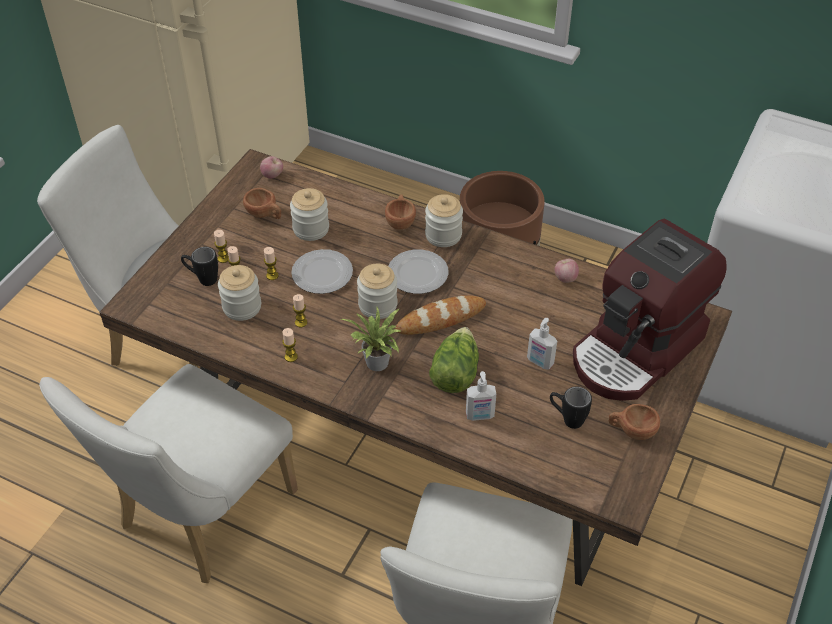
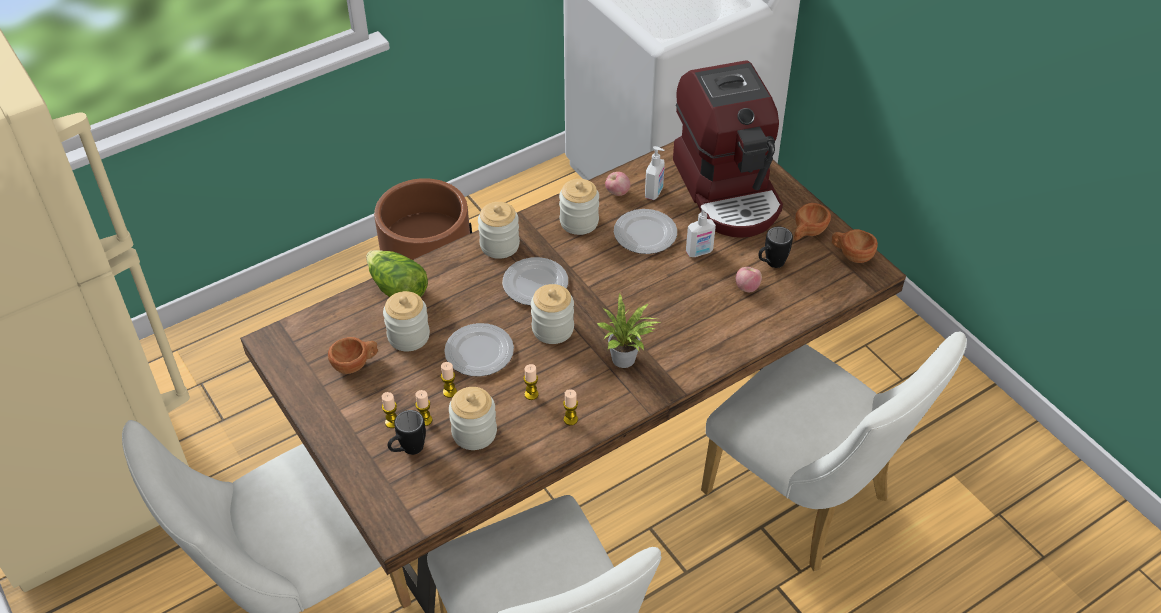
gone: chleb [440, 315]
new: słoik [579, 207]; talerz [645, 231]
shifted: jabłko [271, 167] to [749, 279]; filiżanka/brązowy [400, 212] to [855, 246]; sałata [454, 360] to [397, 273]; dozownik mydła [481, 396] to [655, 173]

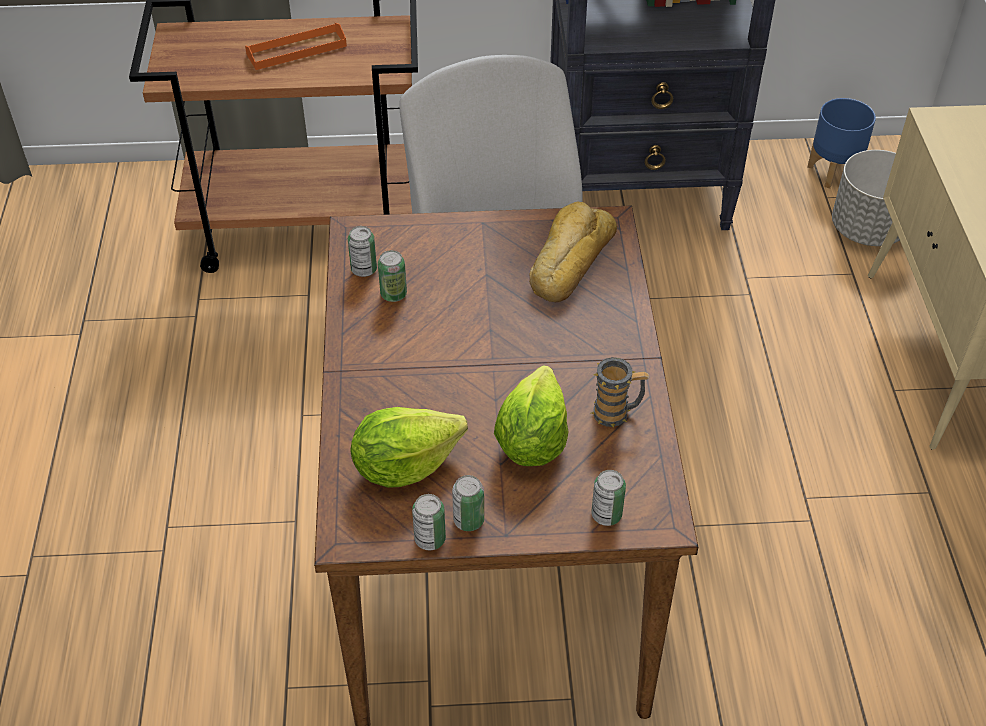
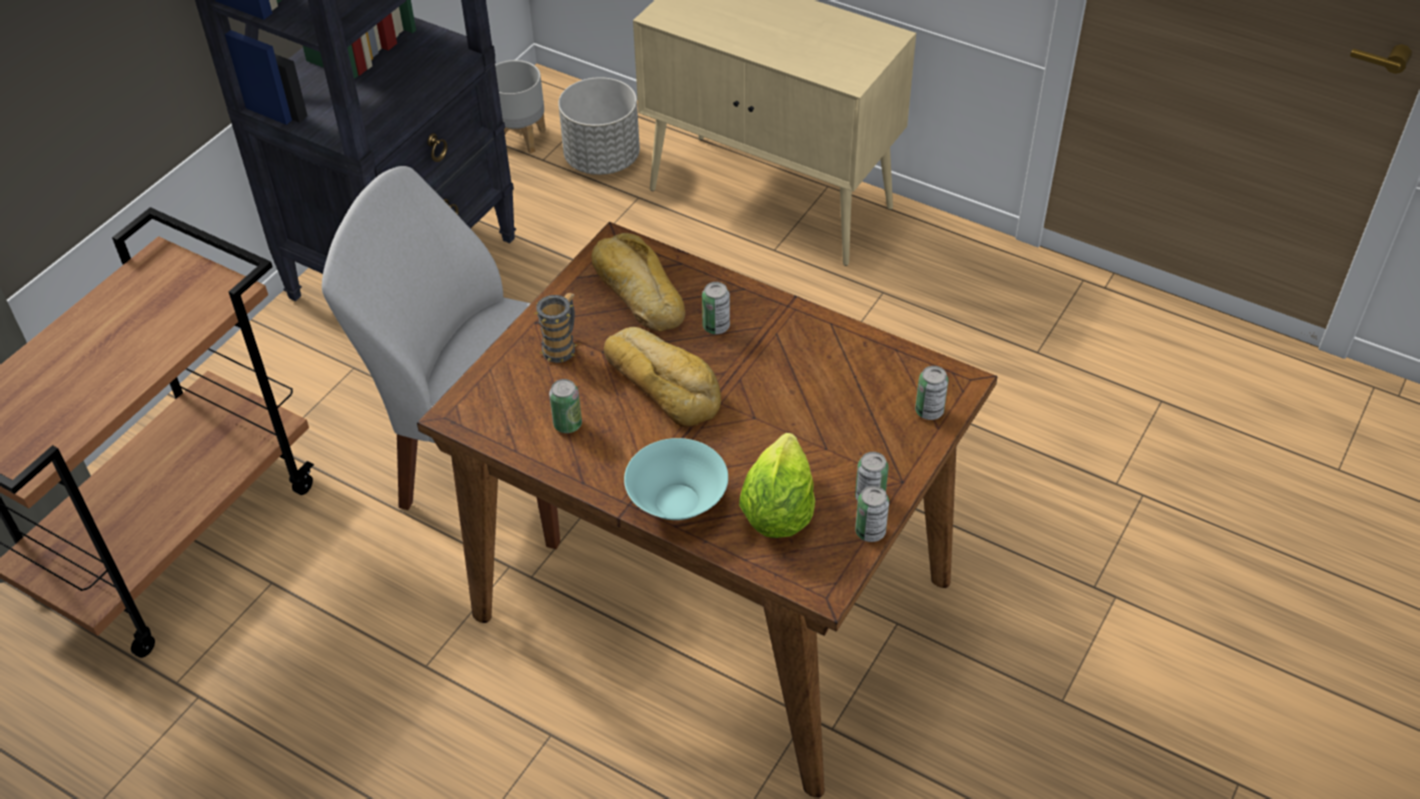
gone: taca/pomarańczowy [296, 46]; sałata [531, 415]
new: chleb [662, 377]; miska/turkusowy [676, 479]
shifted: puszka [362, 251] to [716, 308]; kubek [620, 392] to [555, 328]
repainted: donica/niebieski [842, 143] to donica/szary [520, 107]

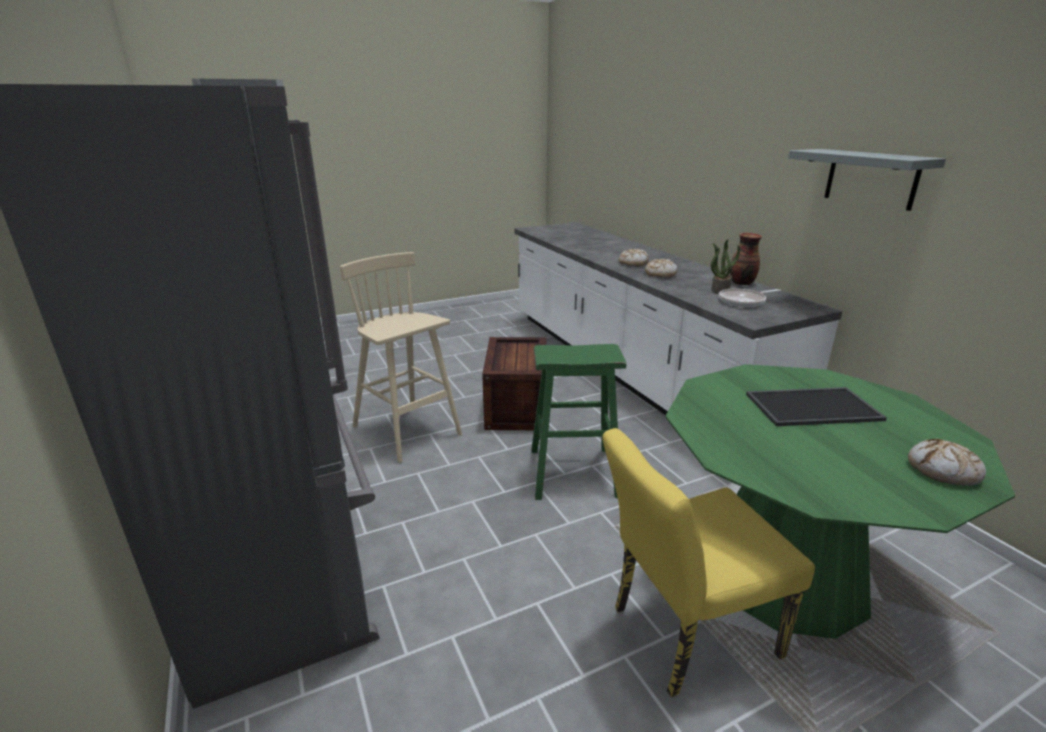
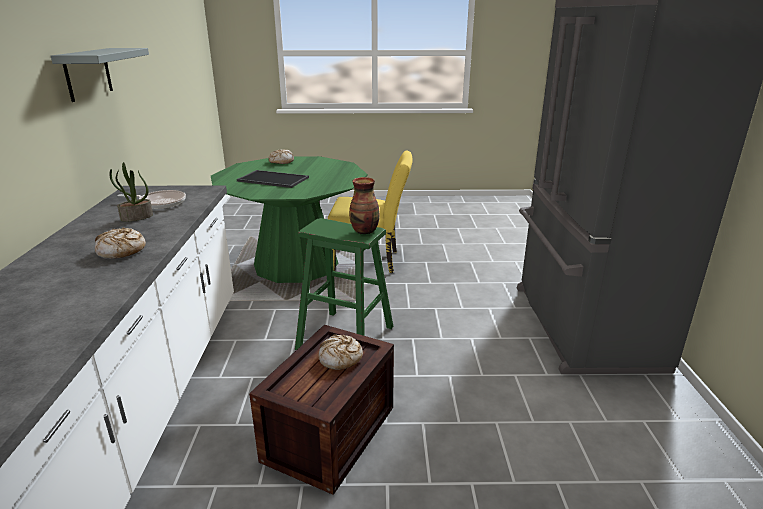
gone: stołek/beżowy [401, 357]
shifted: chleb [634, 257] to [341, 352]; wazon [746, 259] to [364, 205]

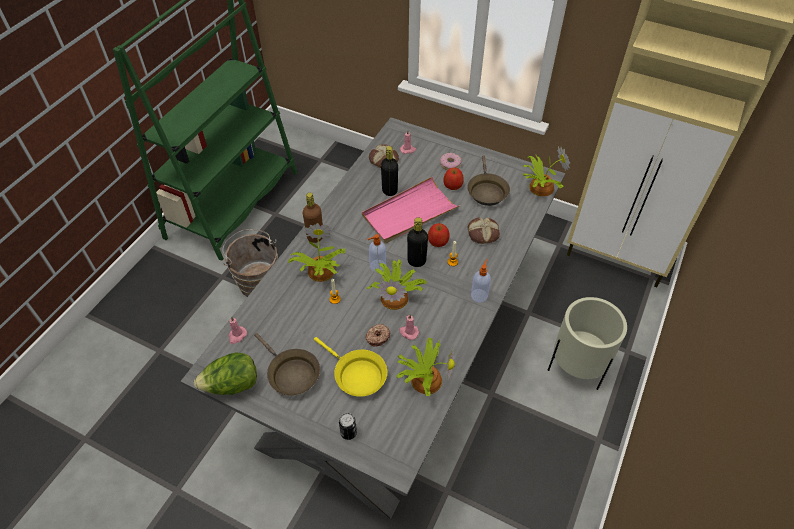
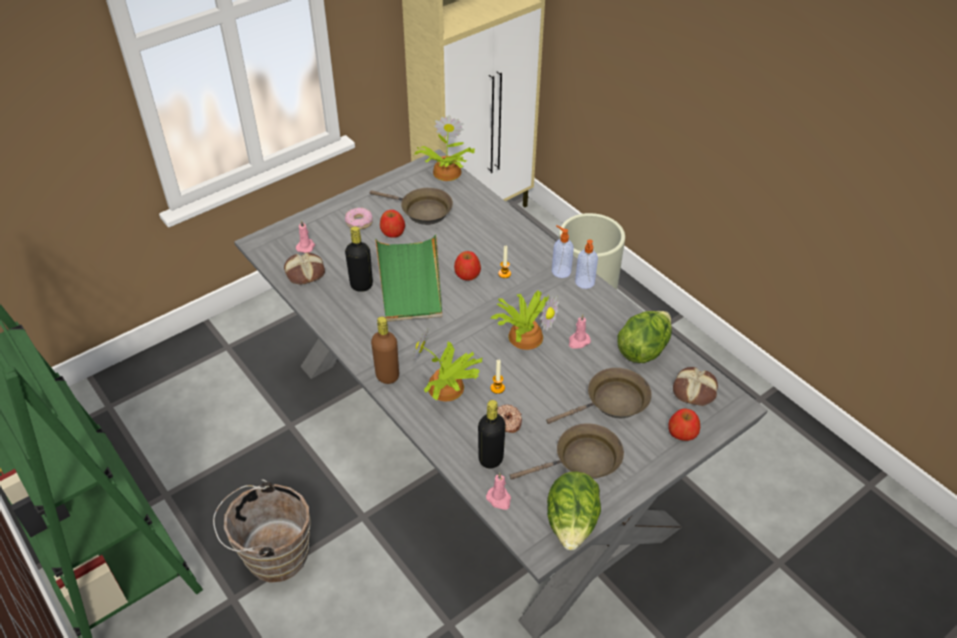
shifted: donut [378, 335] to [509, 419]; dozownik mydła [376, 253] to [586, 264]; butelka/czarny [417, 242] to [492, 434]; chleb [484, 230] to [695, 386]
swapped: puszka [348, 426] to jabłko [684, 424]; roślina doniczkowa [426, 366] to sałata [645, 337]
repainted: patelnia/żółty [350, 367] to patelnia/brązowy [599, 396]; taca/różowy [411, 210] to taca/zielony [408, 278]

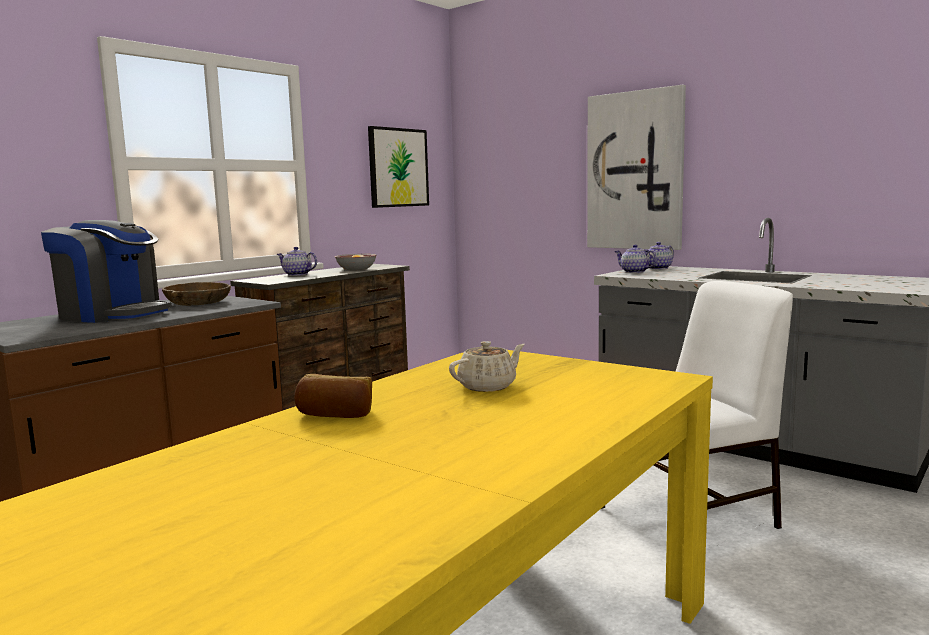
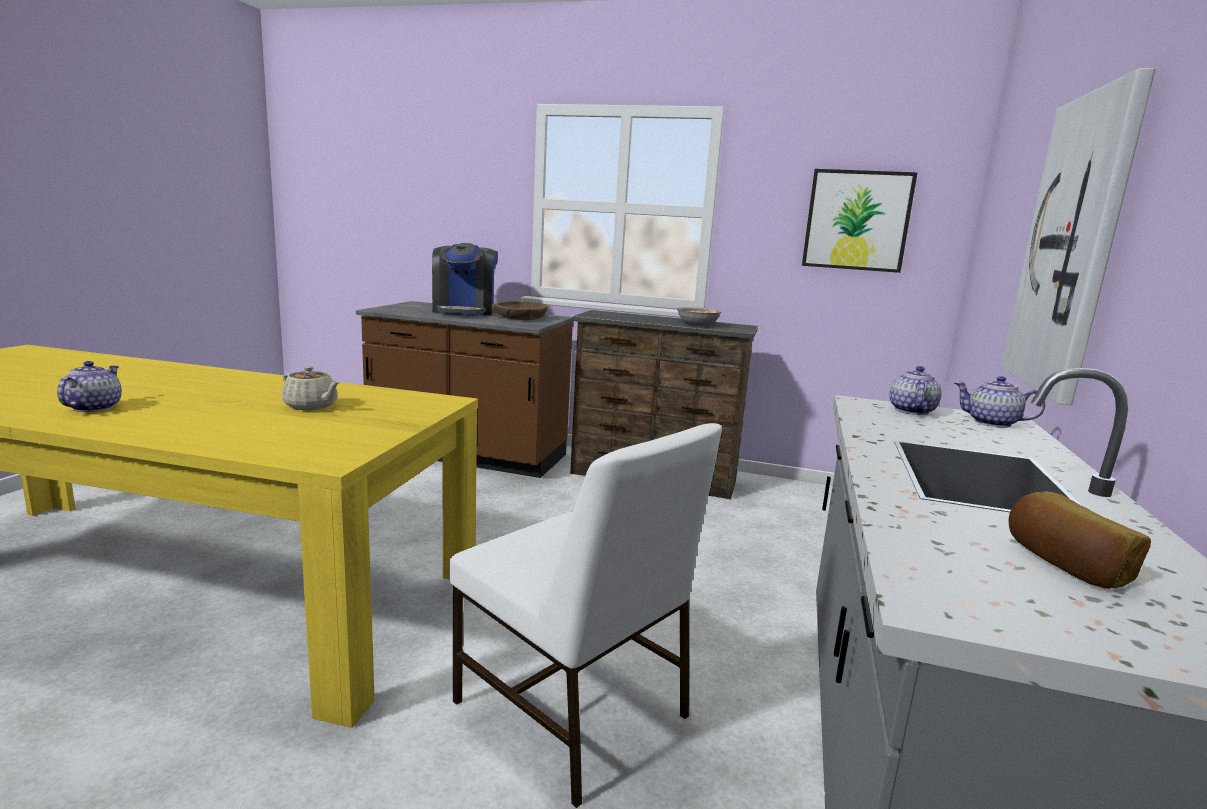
shifted: imbryk [297, 261] to [89, 386]; chleb [333, 396] to [1079, 540]

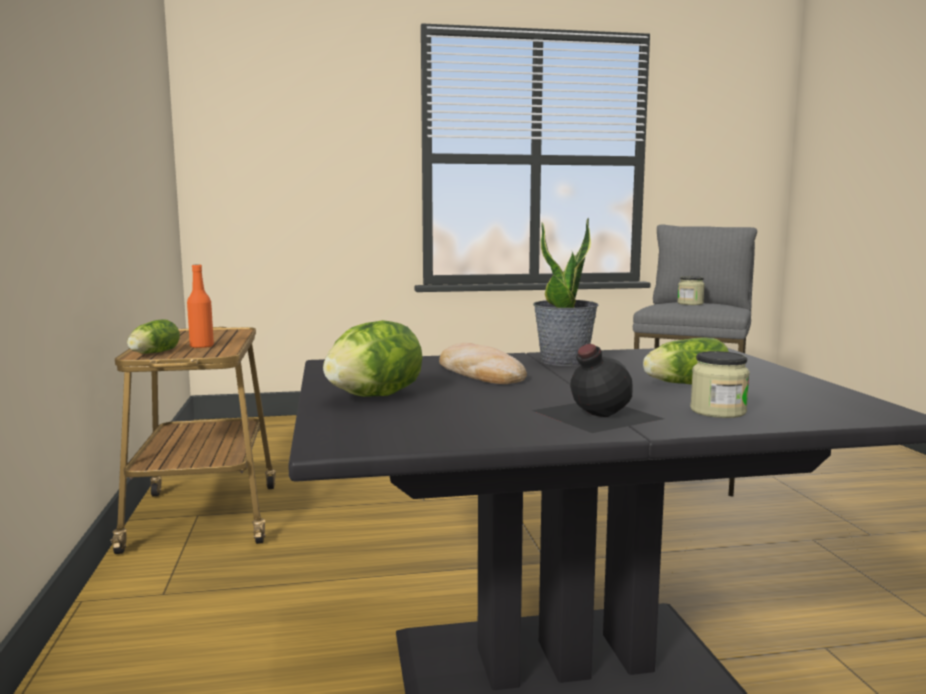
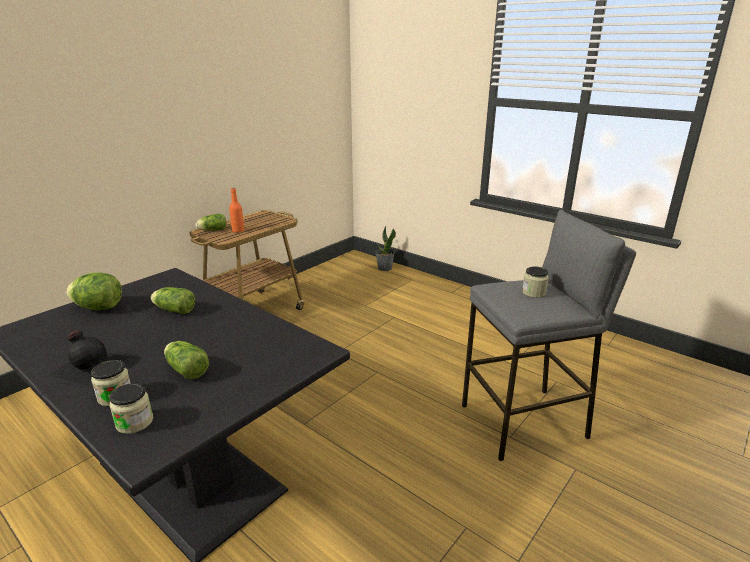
new: słoik [131, 408]
shifted: roślina doniczkowa [566, 292] to [385, 248]
swapped: chleb [483, 363] to sałata [173, 300]

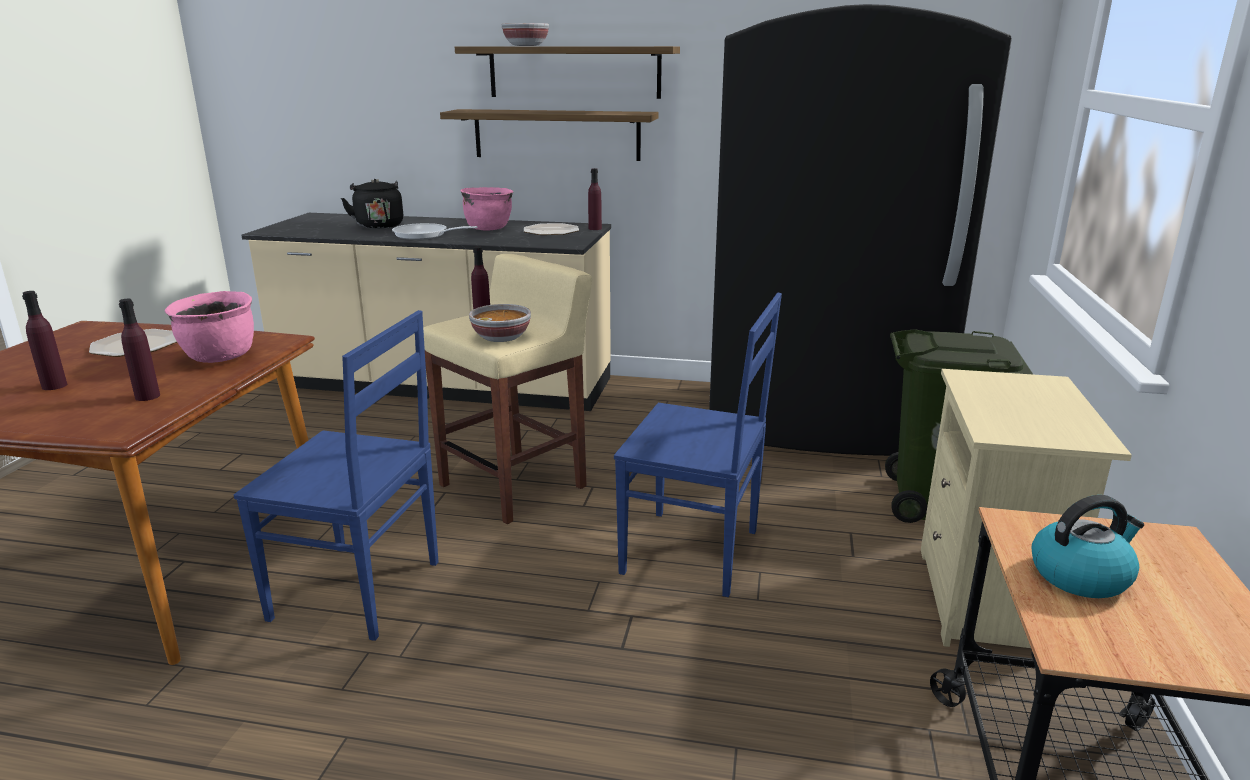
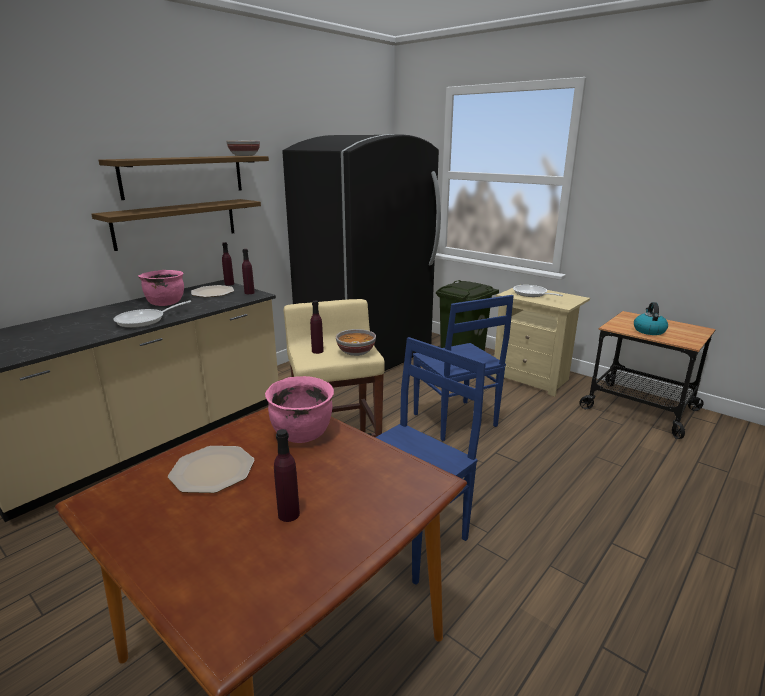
gone: czajnik/czarny [372, 204]
new: patelnia [538, 291]
shifted: butelka/fioletowy [139, 350] to [248, 271]; miska [525, 34] to [243, 148]
rotated: krzesło/niebieski [698, 445] = [463, 368] 105 degrees clockwise

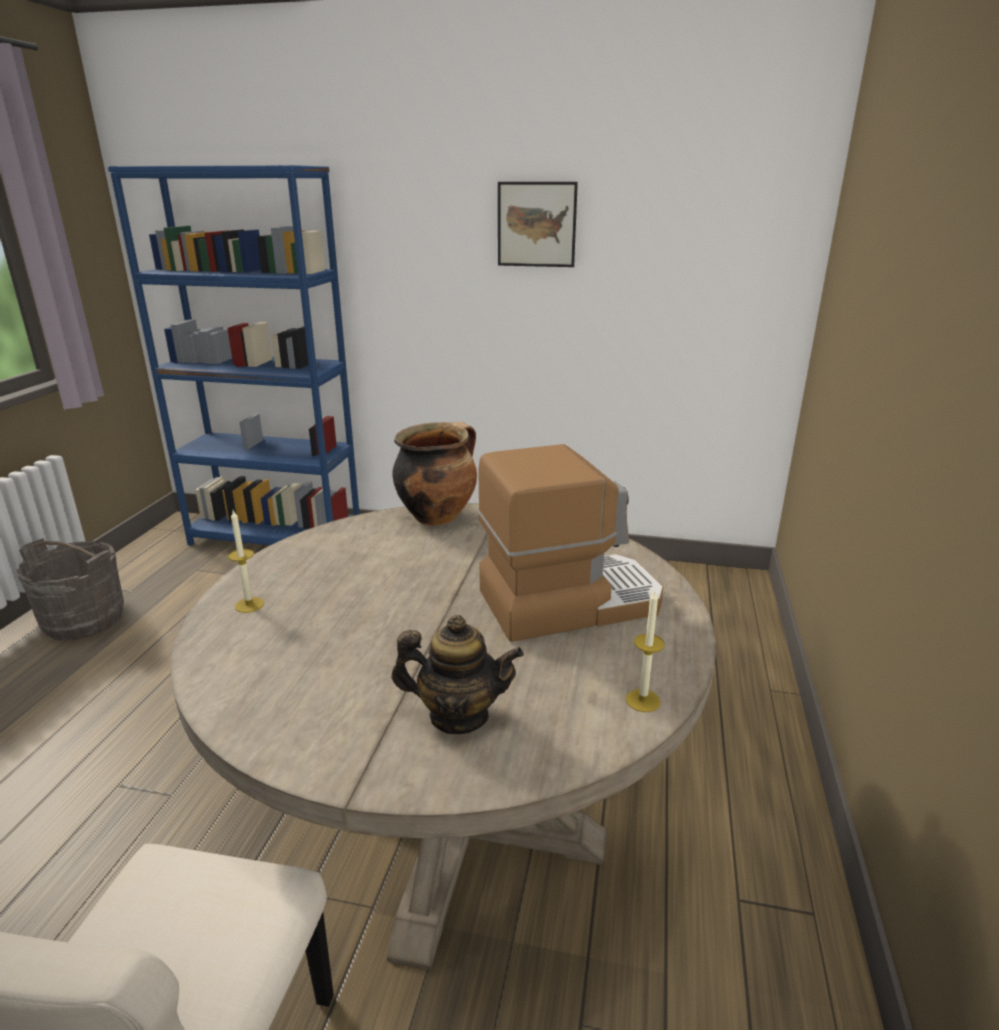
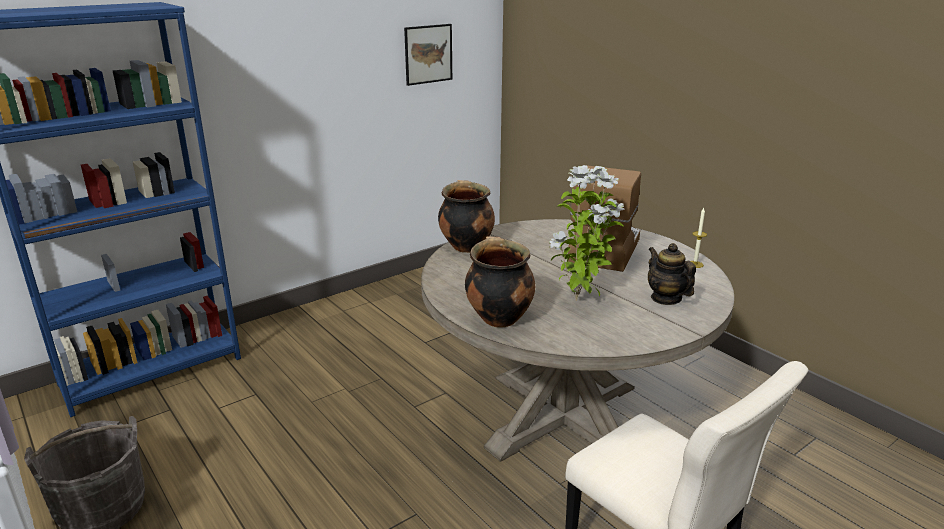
new: roślina doniczkowa [586, 233]
shifted: obraz [538, 224] to [428, 55]
swapped: świeca [246, 562] to garnek [500, 282]
rotated: imbryk [457, 674] = [672, 274] 75 degrees counterclockwise

